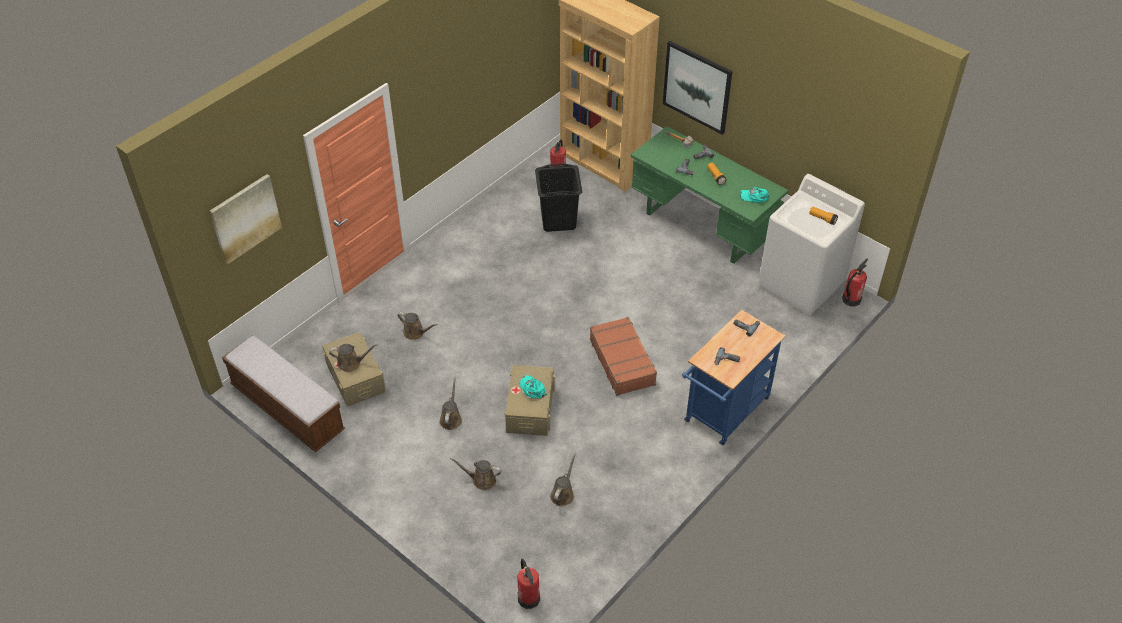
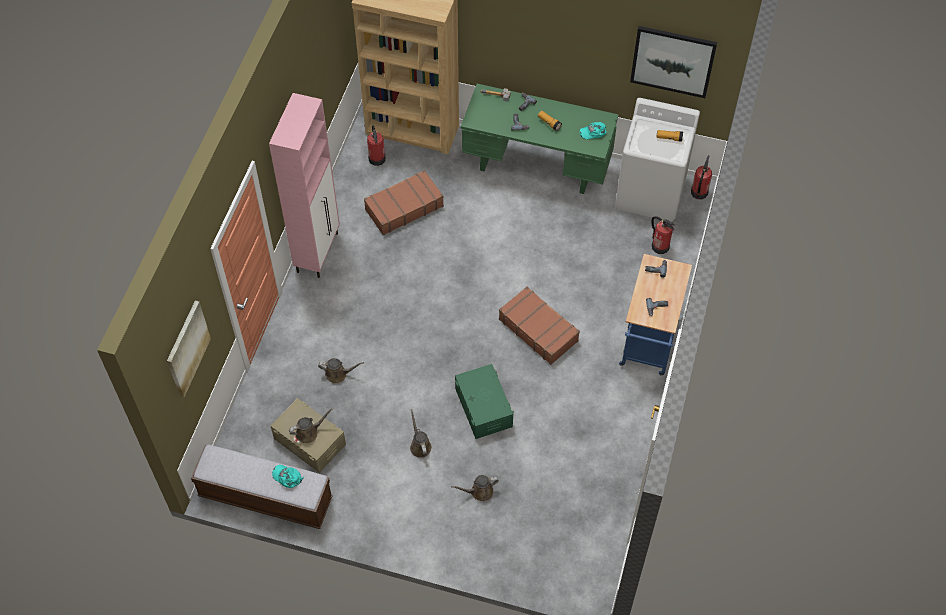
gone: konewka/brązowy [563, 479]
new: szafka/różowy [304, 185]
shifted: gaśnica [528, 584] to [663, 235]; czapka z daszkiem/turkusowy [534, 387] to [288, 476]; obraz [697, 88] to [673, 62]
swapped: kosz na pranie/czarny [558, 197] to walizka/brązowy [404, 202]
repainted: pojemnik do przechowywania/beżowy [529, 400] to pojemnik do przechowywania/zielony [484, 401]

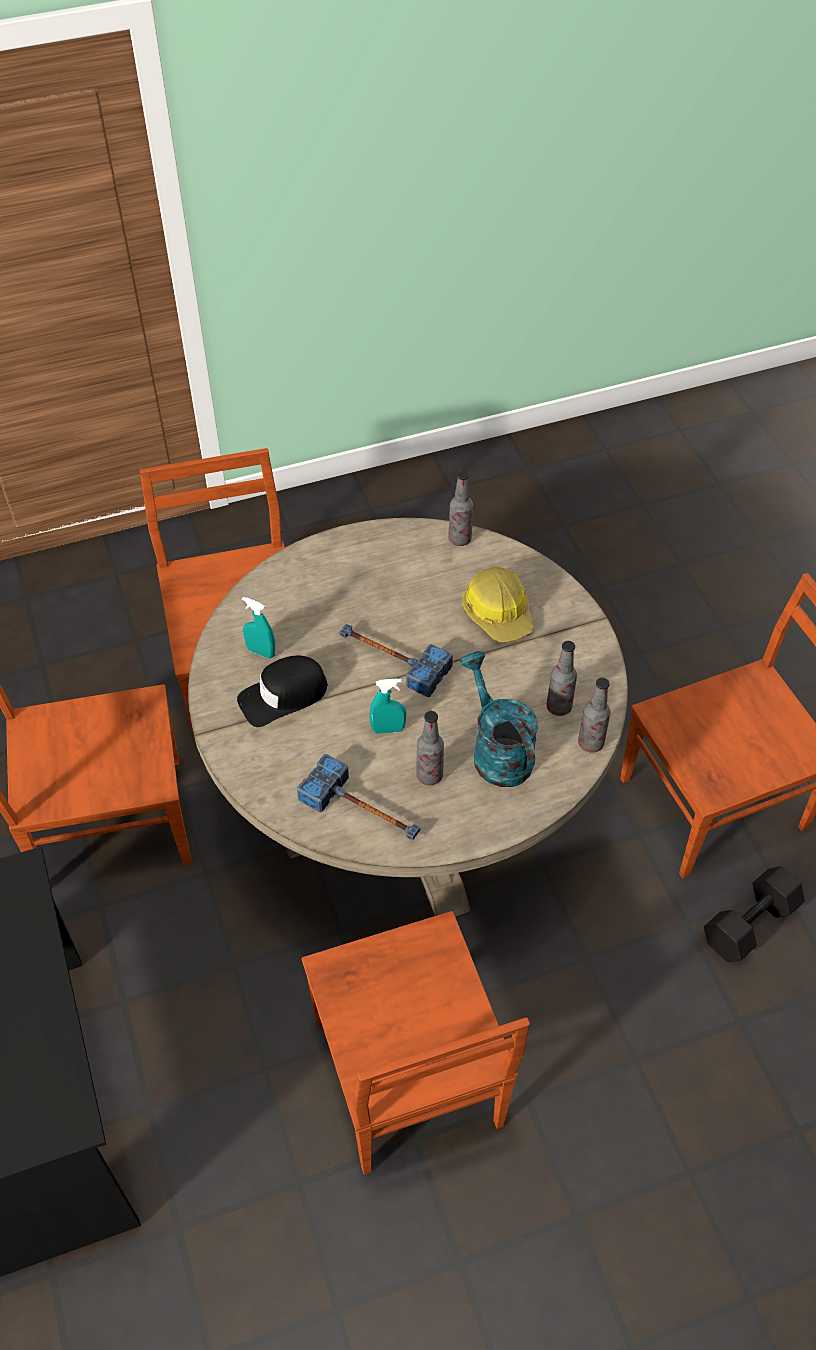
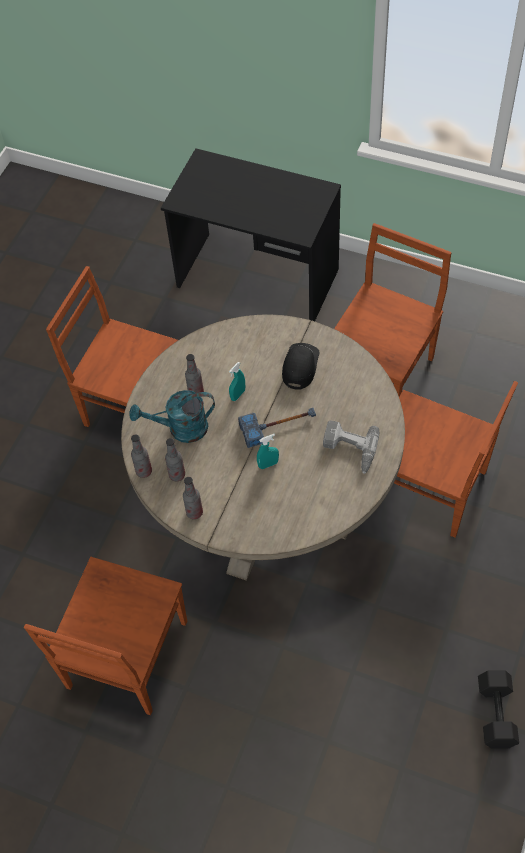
gone: młotek [358, 797]; kask [498, 605]
new: wiertarka [351, 447]
shifted: spryskiwacz/turkusowy [258, 628] to [268, 451]; butelka [460, 508] to [193, 498]; hantel/czarny [754, 914] to [498, 709]
rotated: konewka/turkusowy [499, 719] = [172, 416] 150 degrees clockwise

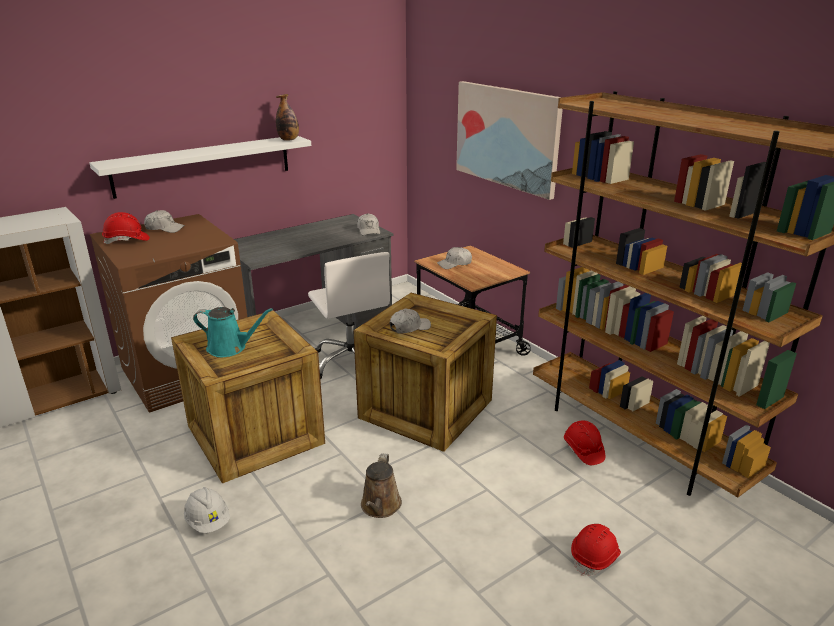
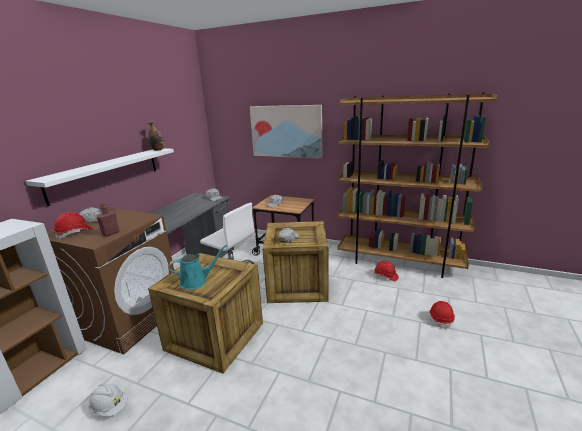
gone: konewka/brązowy [381, 485]
new: butelka/czerwony [108, 219]
shifted: kask/biały [207, 510] to [108, 400]

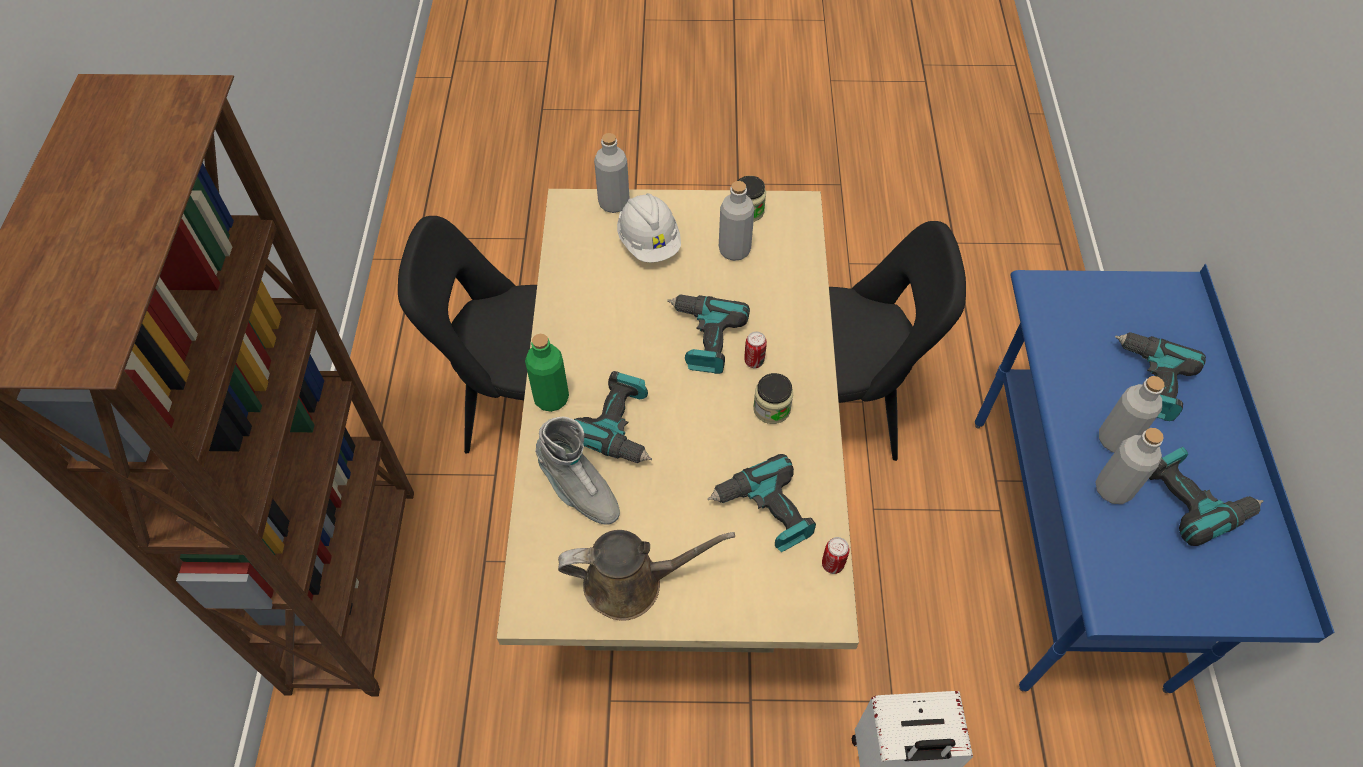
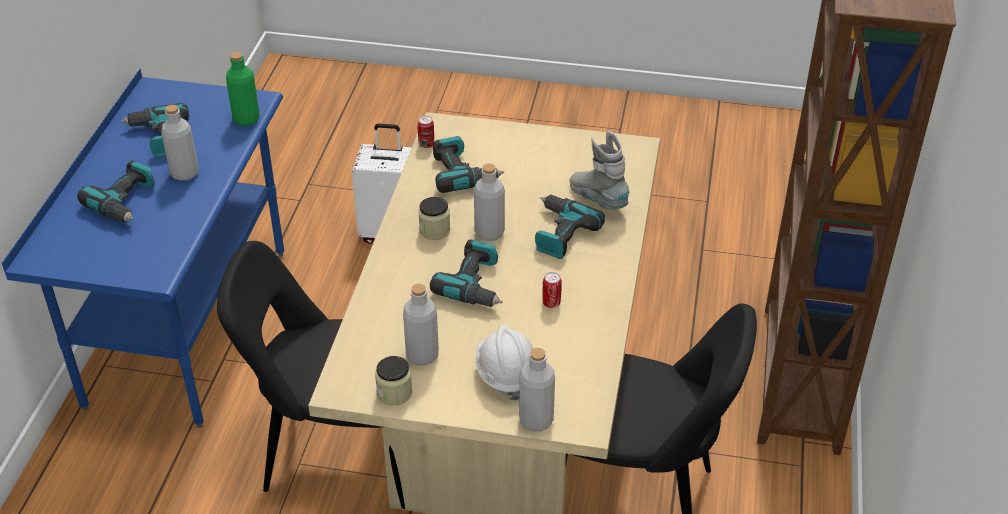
gone: konewka/brązowy [646, 575]
shifted: butelka/zielony [547, 373] to [243, 89]; puszka [755, 349] to [552, 290]; butelka/szary [1130, 466] to [489, 202]

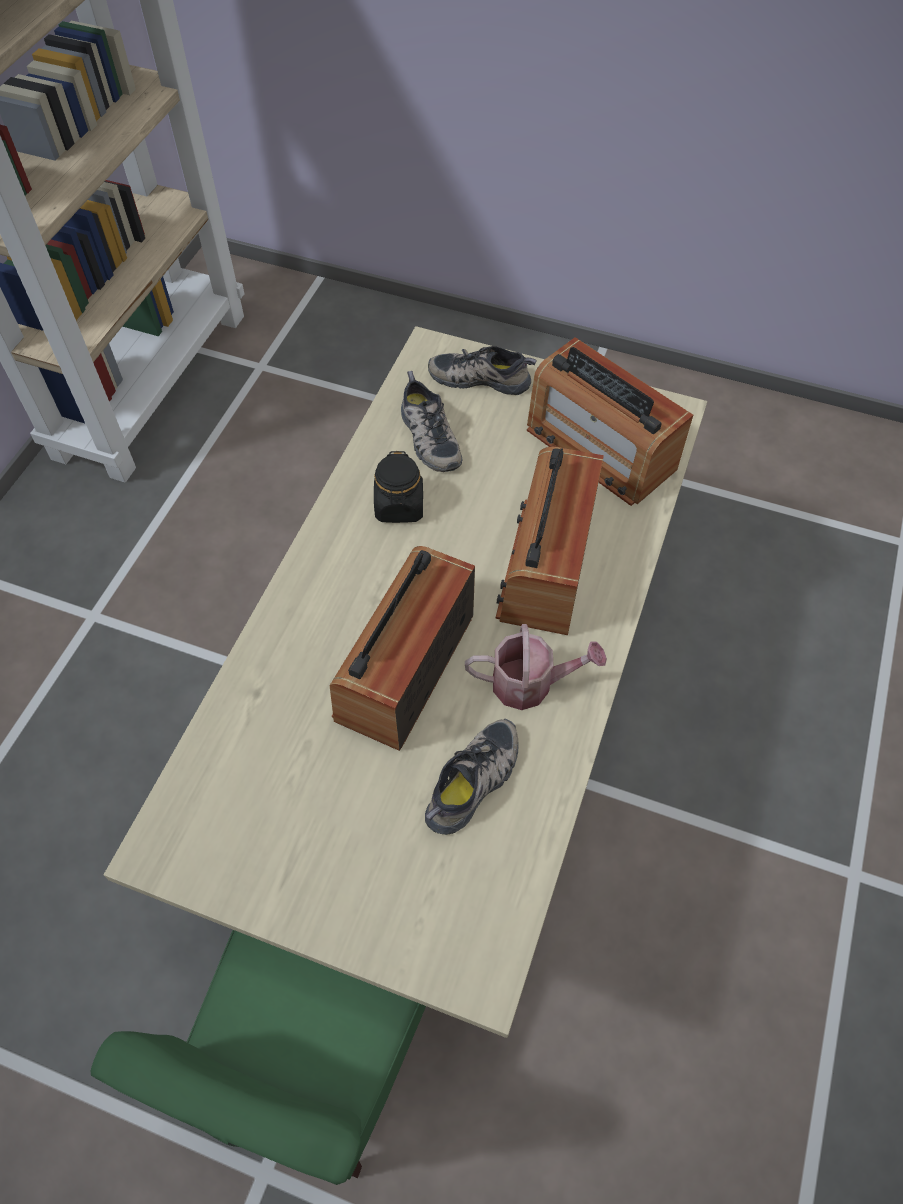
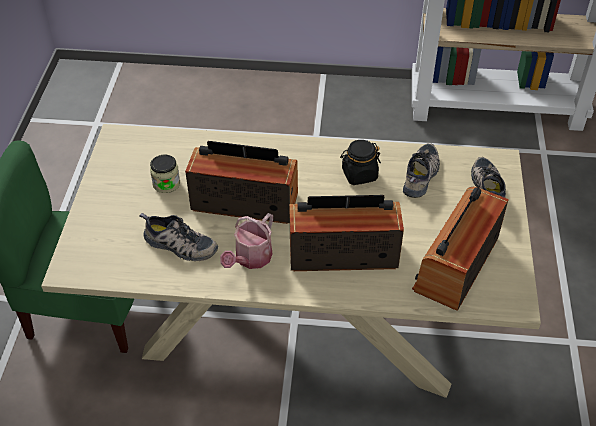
new: słoik [165, 174]
rotated: but [431, 421] = [421, 170] 150 degrees clockwise; konewka [536, 667] = [246, 241] 45 degrees clockwise

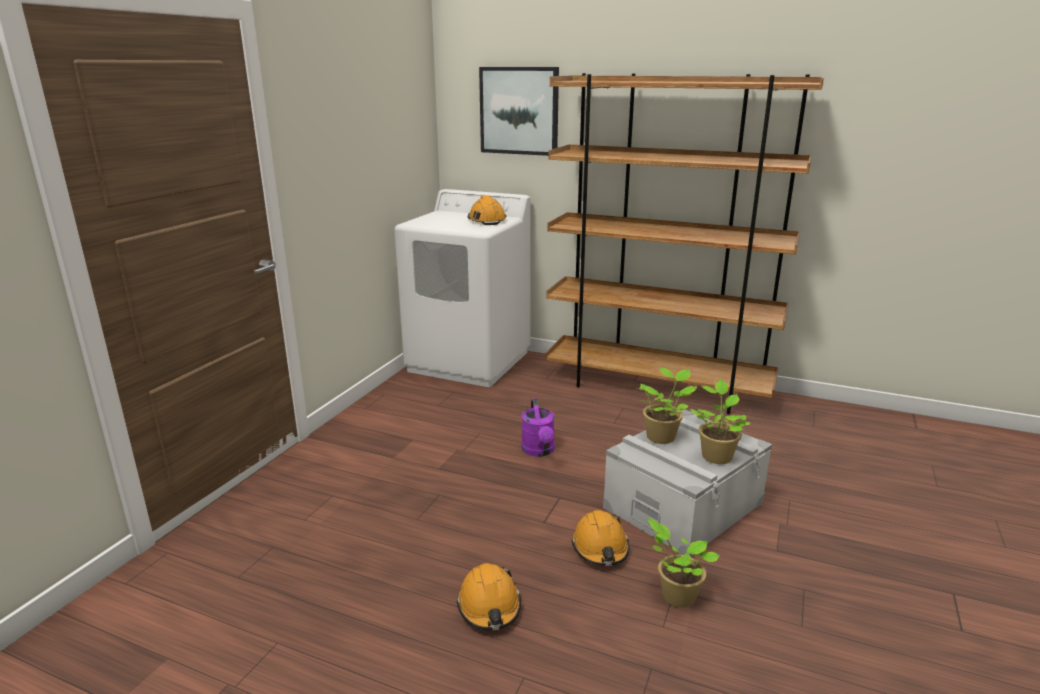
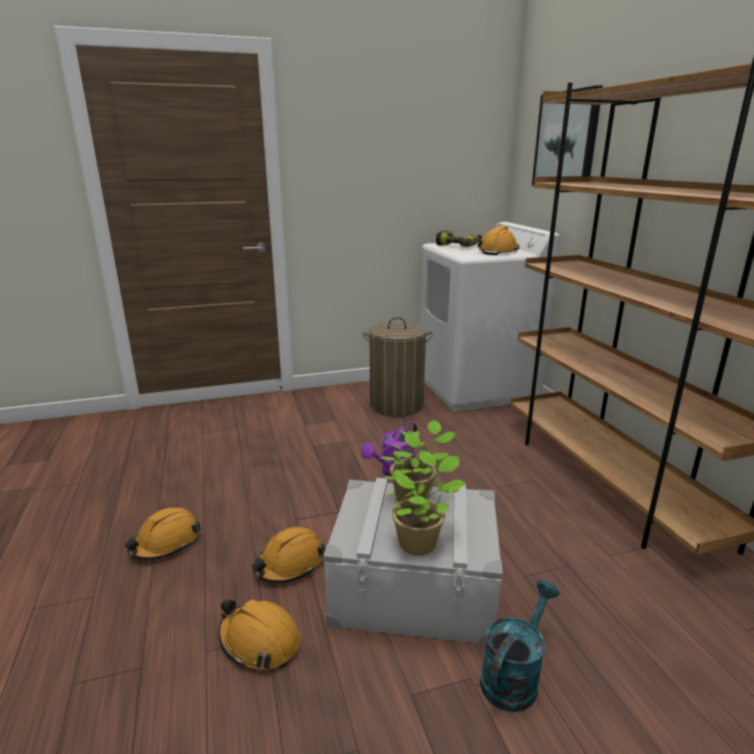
new: kosz na pranie [398, 367]; wiertarka [459, 238]; konewka/turkusowy [520, 646]
swapped: roślina doniczkowa [683, 563] to kask/pomarańczowy [259, 634]

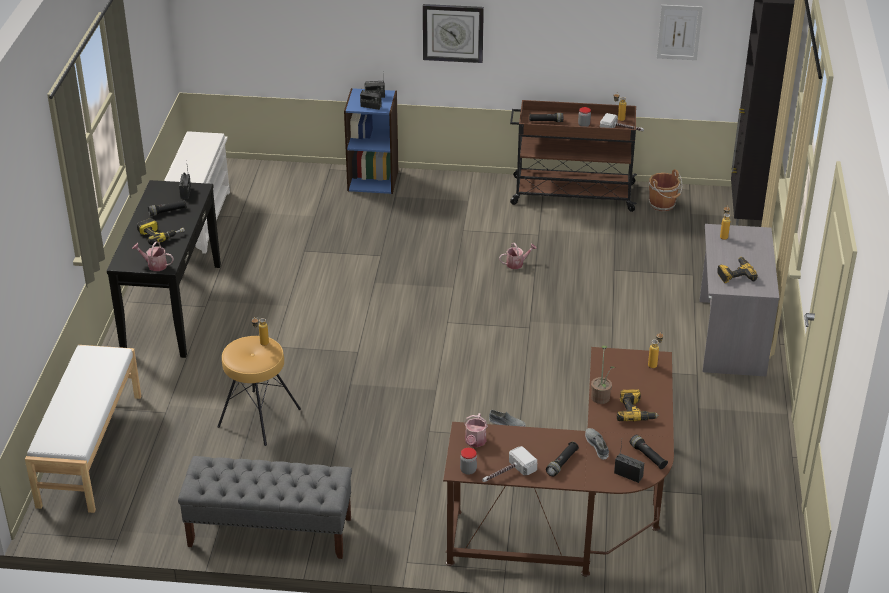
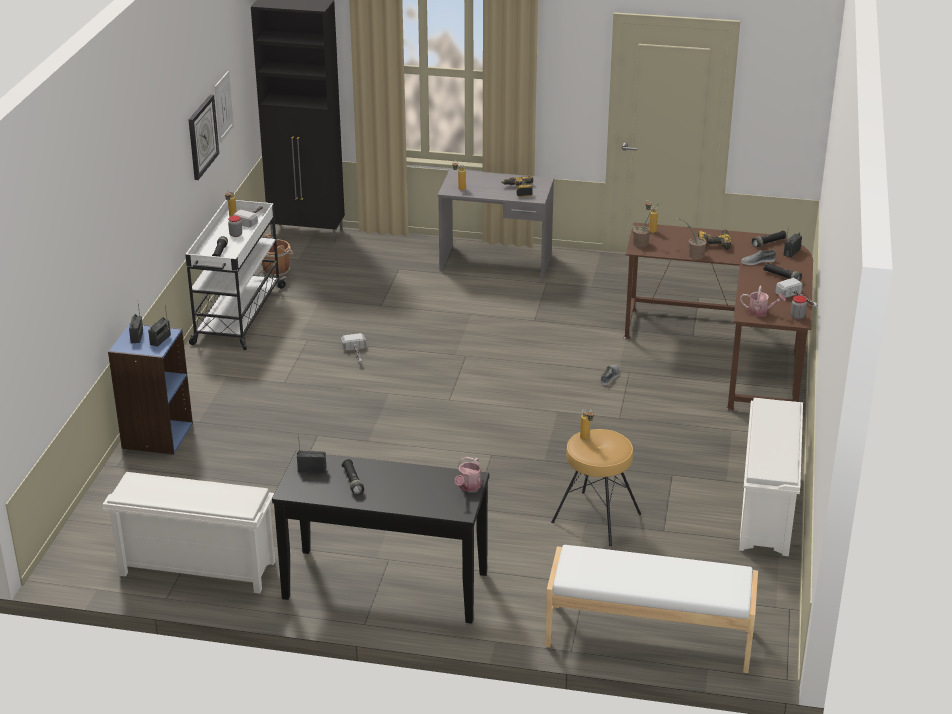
gone: wiertarka [161, 231]
new: roślina doniczkowa [647, 225]
shifted: zegar ścienny [453, 33] to [204, 137]
swapped: ławka/szary [265, 507] to regał na buty/biały [771, 477]; konewka [518, 256] to młotek [353, 348]
repainted: wózek/brązowy [573, 156] to wózek/biały [236, 275]

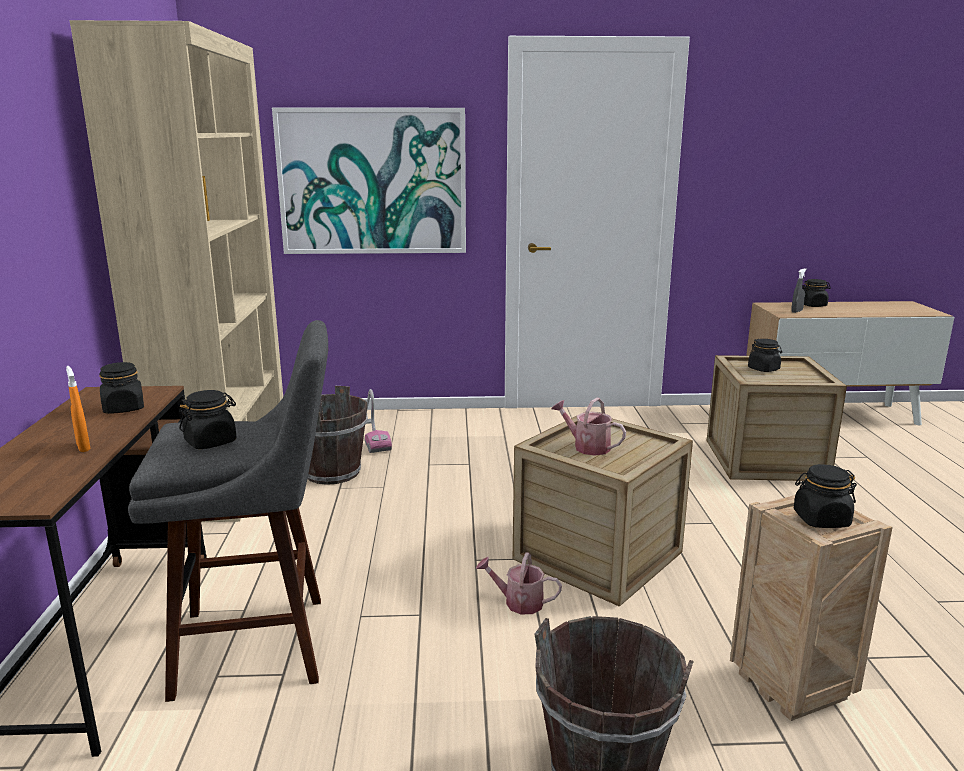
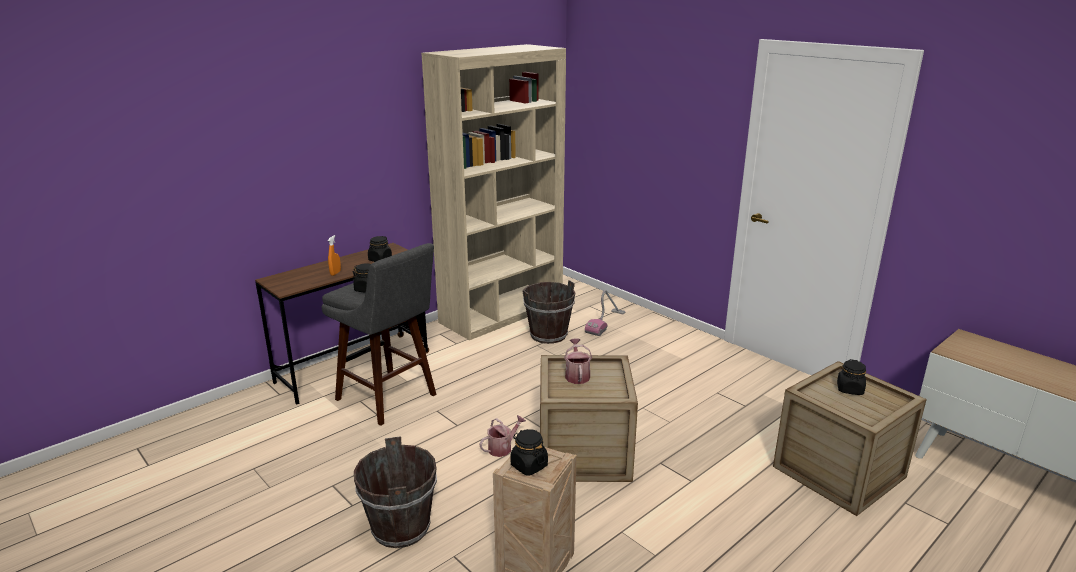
gone: obraz [369, 180]; spryskiwacz/szary [799, 290]; słoik/czarny [816, 293]
rotated: konewka [519, 583] = [503, 436] 75 degrees clockwise

